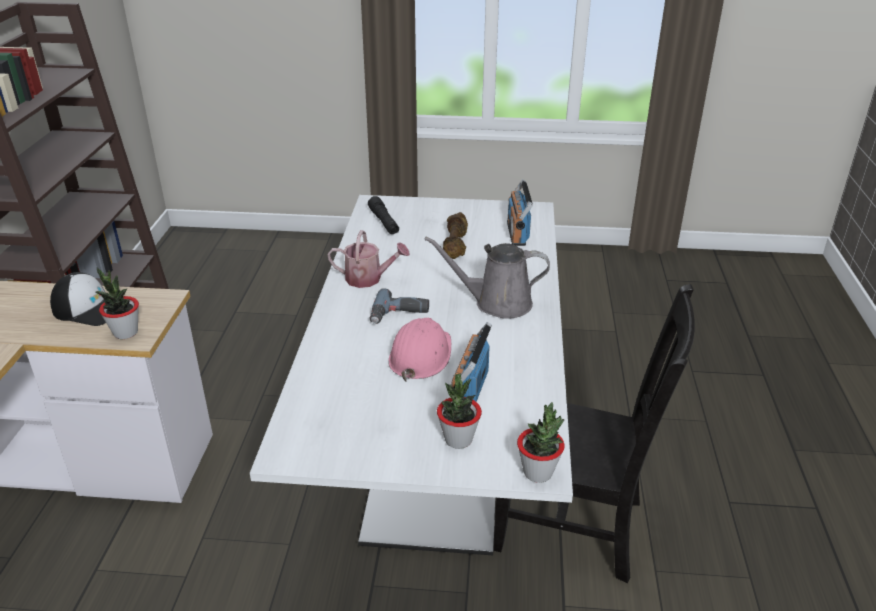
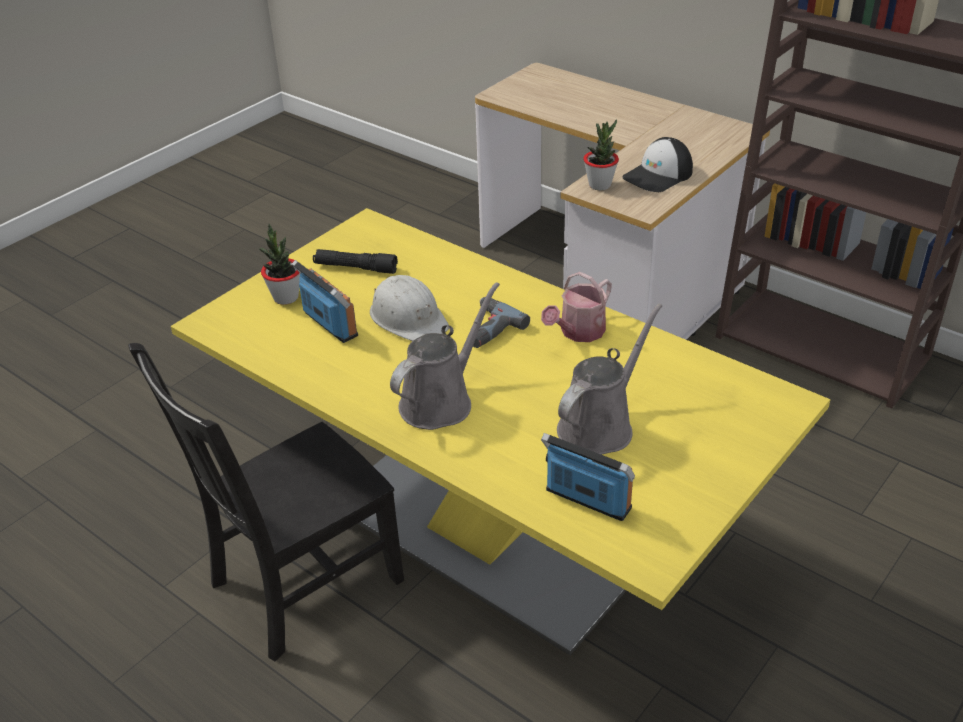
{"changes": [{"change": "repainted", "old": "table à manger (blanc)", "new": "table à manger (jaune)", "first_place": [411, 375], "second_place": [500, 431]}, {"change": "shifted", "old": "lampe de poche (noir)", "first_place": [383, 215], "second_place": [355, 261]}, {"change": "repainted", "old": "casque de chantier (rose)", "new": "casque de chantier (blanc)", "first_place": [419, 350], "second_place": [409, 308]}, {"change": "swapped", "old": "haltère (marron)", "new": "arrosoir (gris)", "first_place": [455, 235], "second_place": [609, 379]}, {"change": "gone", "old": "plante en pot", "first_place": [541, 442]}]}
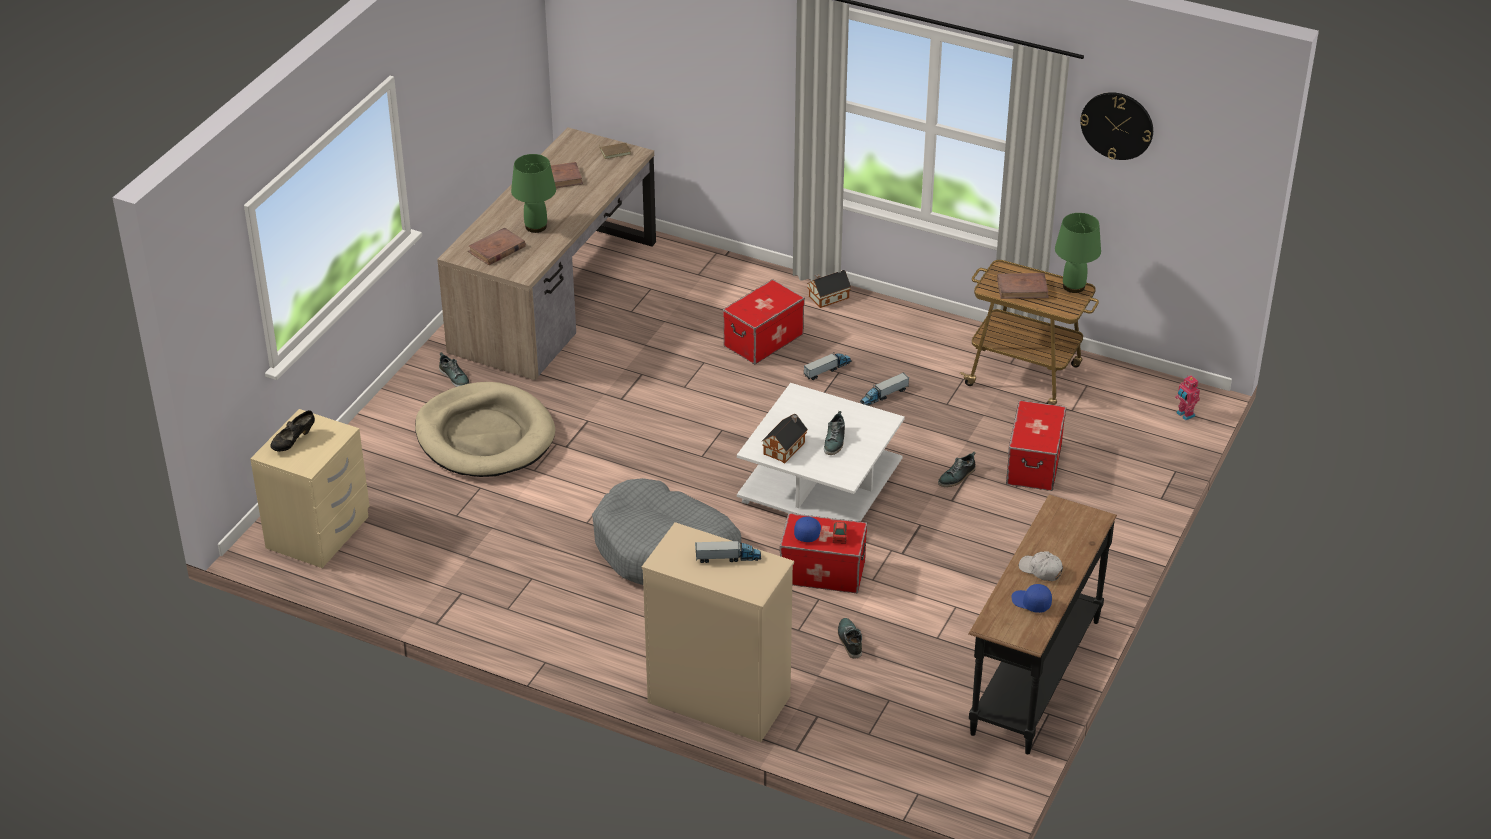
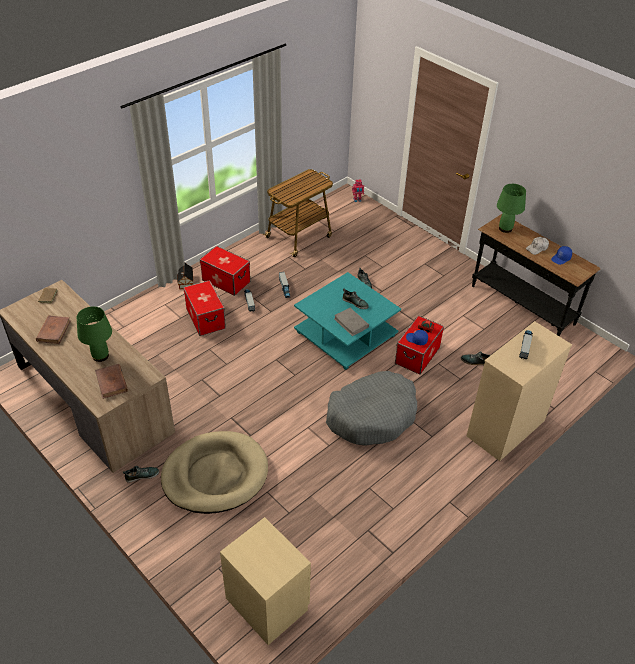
{"changes": [{"change": "gone", "old": "chaussure (noir)", "first_place": [292, 431]}, {"change": "repainted", "old": "table basse (blanc)", "new": "table basse (turquoise)", "first_place": [821, 452], "second_place": [347, 321]}, {"change": "swapped", "old": "maison miniature", "new": "livre (gris)", "first_place": [784, 438], "second_place": [351, 322]}, {"change": "gone", "old": "livre (marron)", "first_place": [1023, 286]}, {"change": "shifted", "old": "boîte de rangement", "first_place": [1036, 445], "second_place": [225, 271]}, {"change": "shifted", "old": "lampe de table (vert)", "first_place": [1078, 253], "second_place": [511, 208]}, {"change": "gone", "old": "horloge murale", "first_place": [1116, 126]}]}
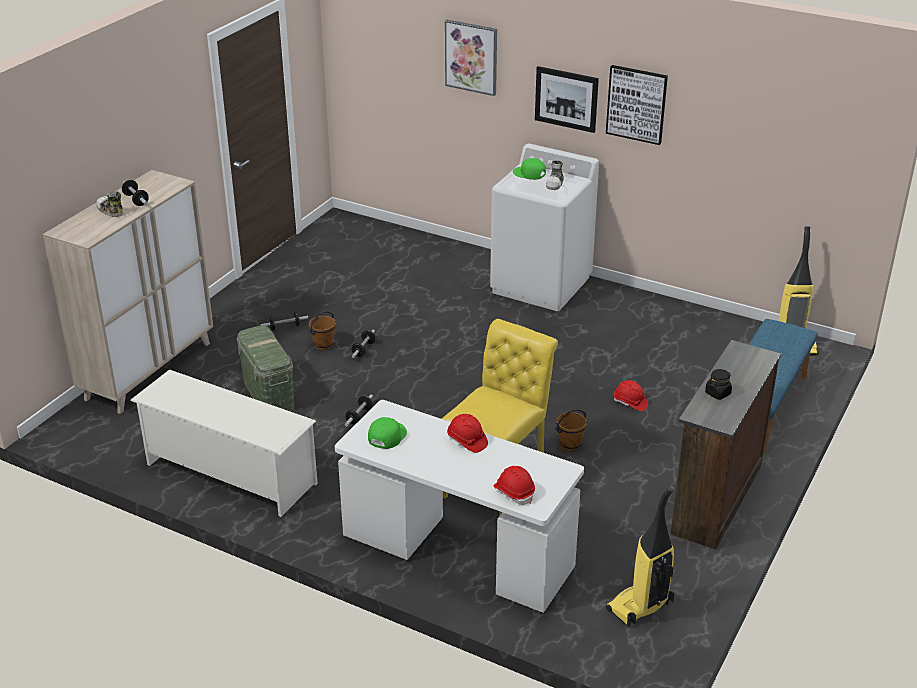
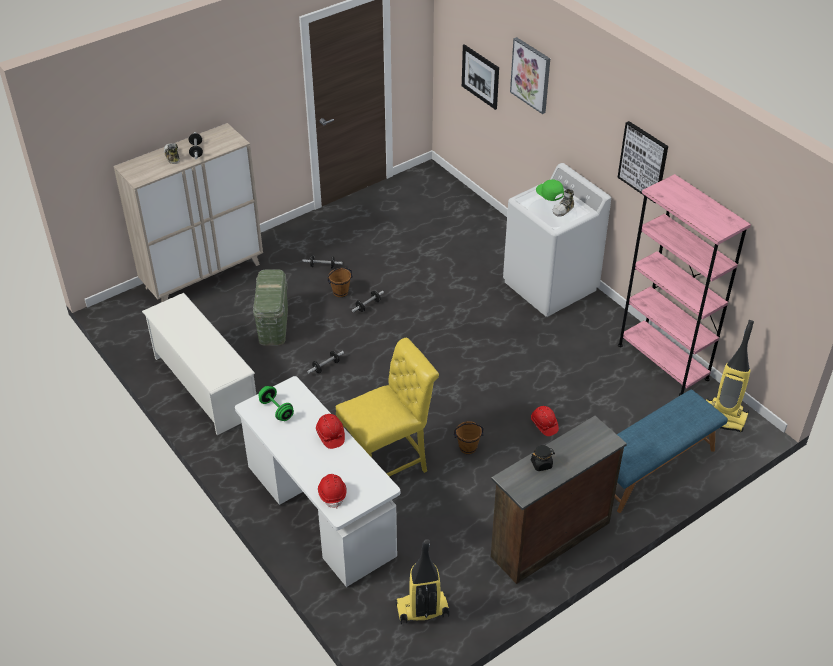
{"changes": [{"change": "swapped", "old": "casquette (vert)", "new": "haltère (vert)", "first_place": [387, 433], "second_place": [276, 403]}, {"change": "shifted", "old": "tableau", "first_place": [567, 99], "second_place": [480, 77]}, {"change": "new", "new": "bibliothèque (rose)", "second_place": [684, 285]}]}
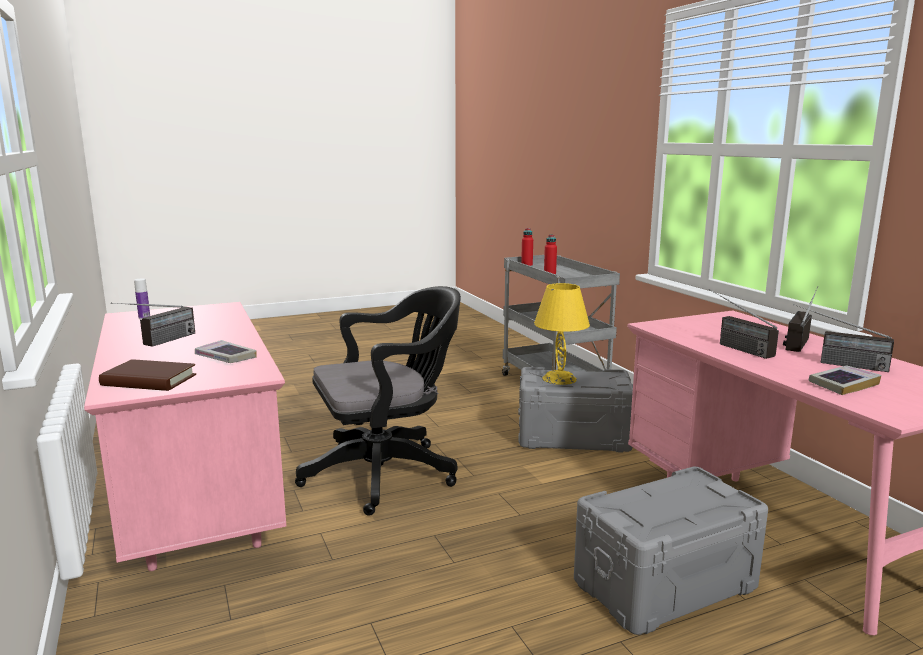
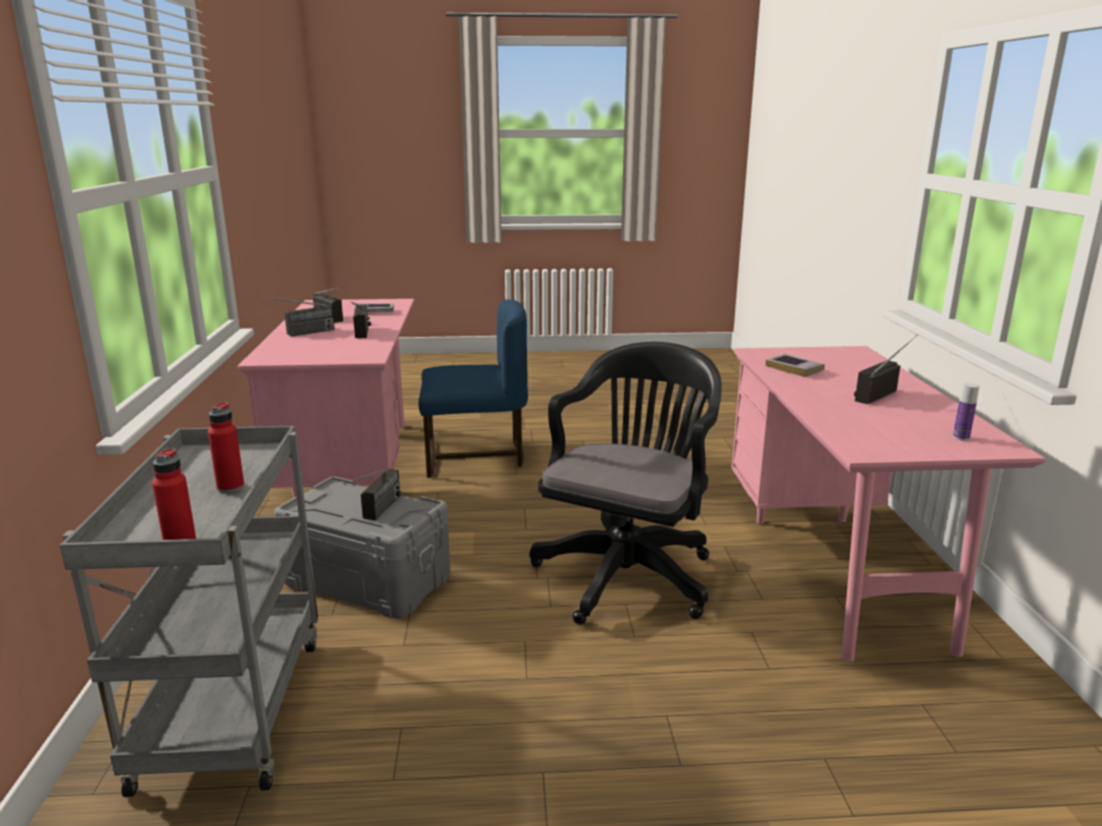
{"changes": [{"change": "gone", "old": "livre (marron)", "first_place": [147, 375]}, {"change": "rotated", "old": "chaise de bureau (noir)", "first_place": [378, 401], "second_place": [626, 483], "degrees": 120}, {"change": "swapped", "old": "lampe de table (jaune)", "new": "radio", "first_place": [562, 334], "second_place": [373, 494]}, {"change": "swapped", "old": "boîte de rangement (gris)", "new": "chaise (bleu)", "first_place": [671, 551], "second_place": [473, 388]}]}
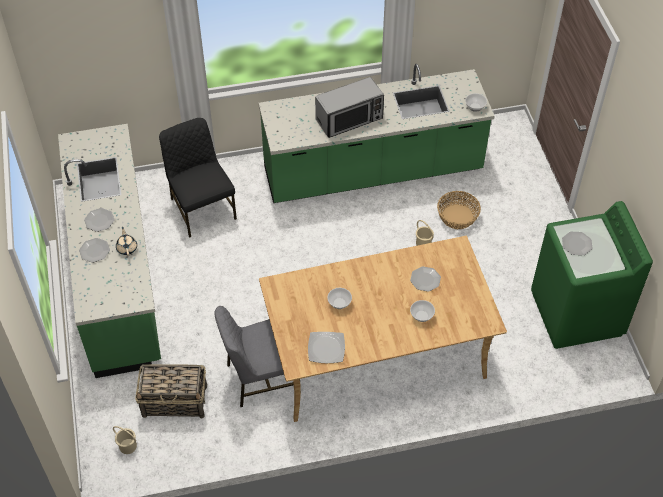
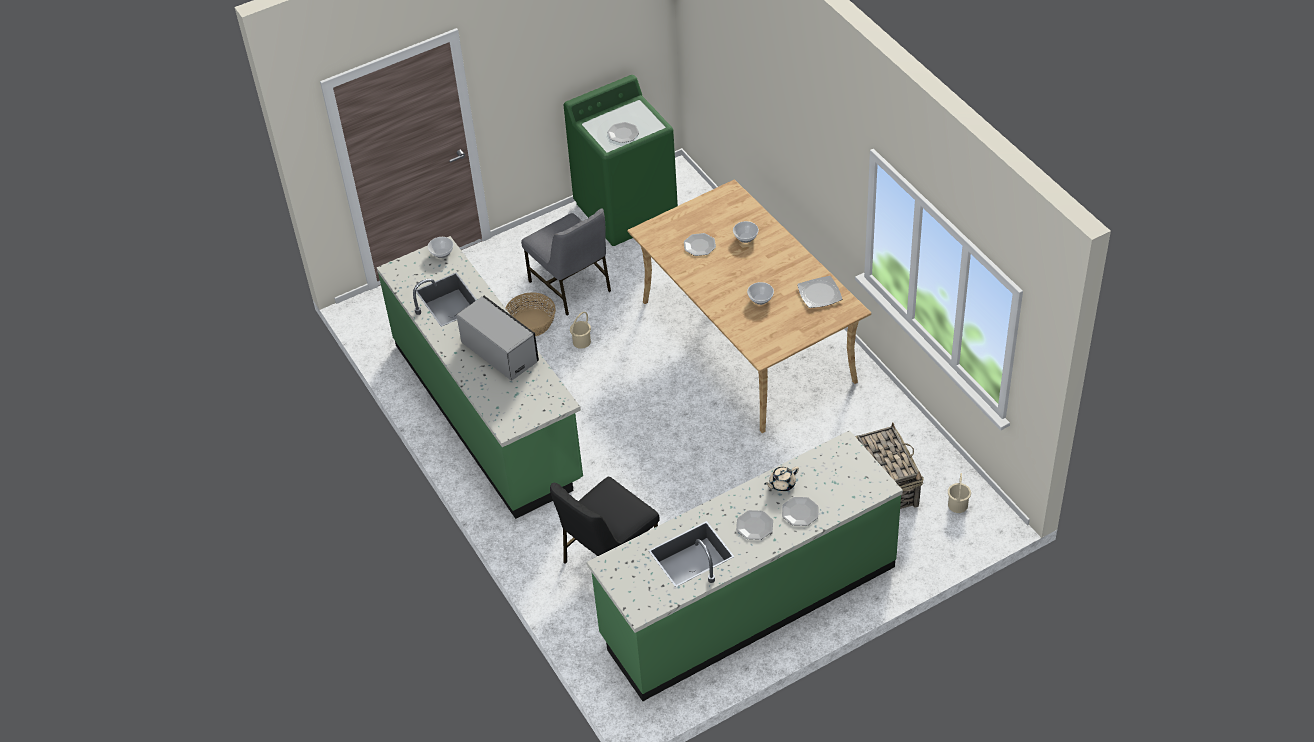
{"changes": [{"change": "shifted", "old": "chaise (gris)", "first_place": [257, 356], "second_place": [566, 261]}]}
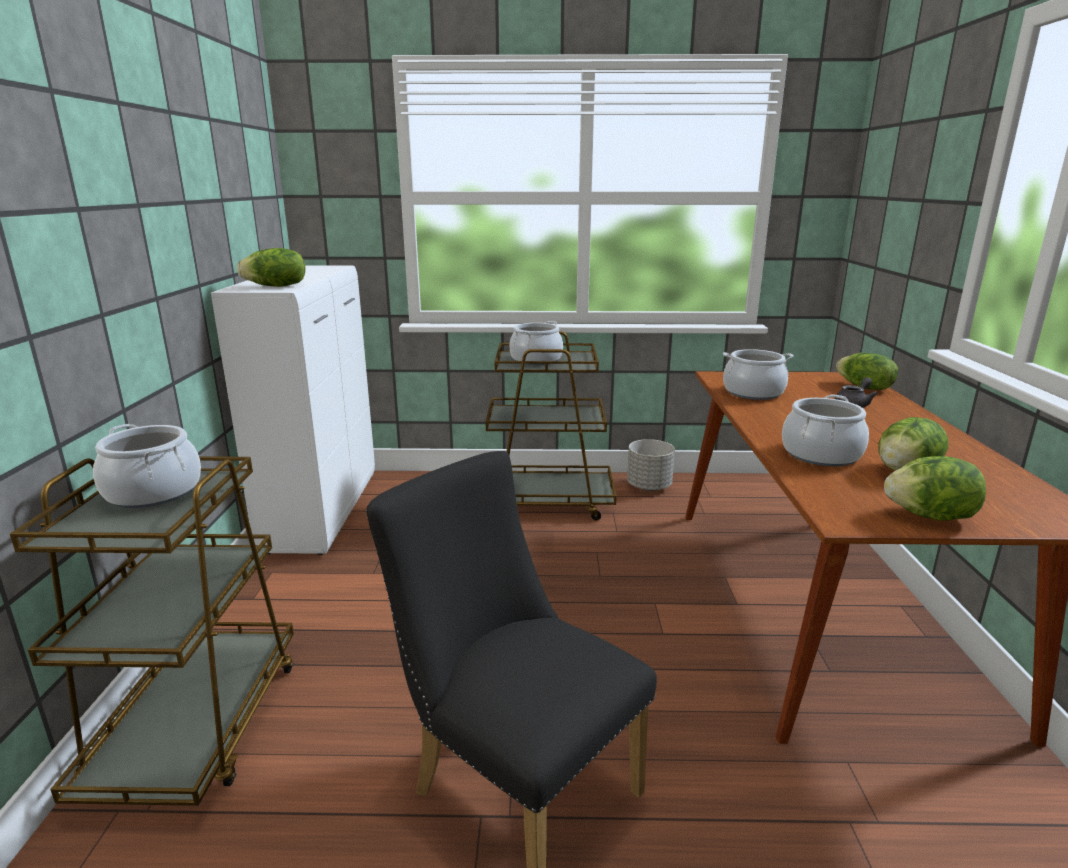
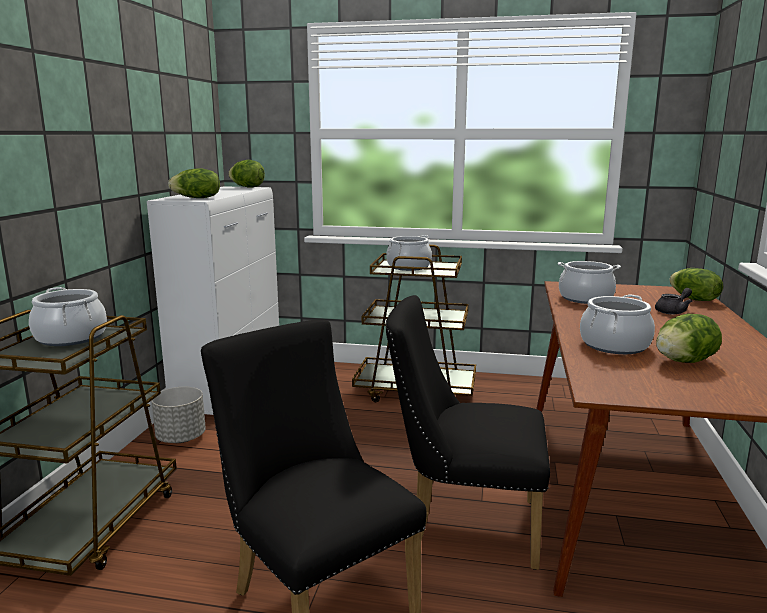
{"changes": [{"change": "shifted", "old": "cache-pot (gris)", "first_place": [651, 465], "second_place": [179, 415]}, {"change": "shifted", "old": "laitue", "first_place": [935, 488], "second_place": [246, 174]}, {"change": "new", "new": "chaise (noir)", "second_place": [467, 432]}]}
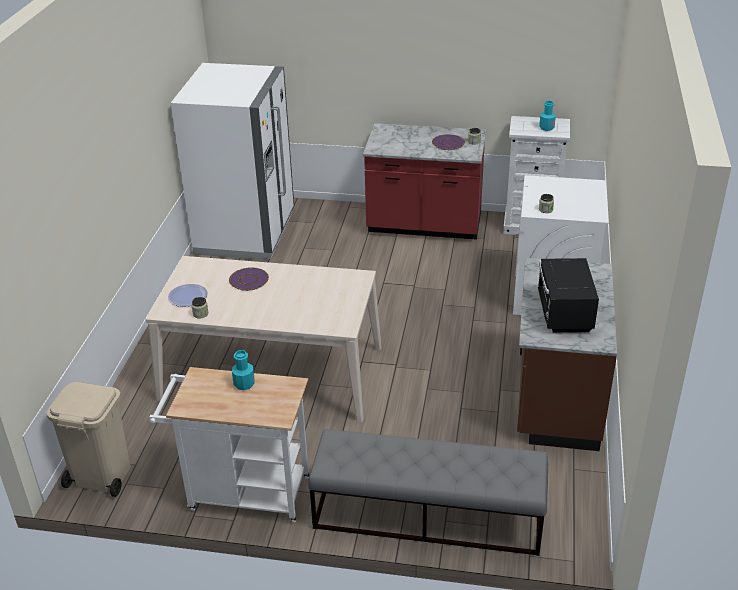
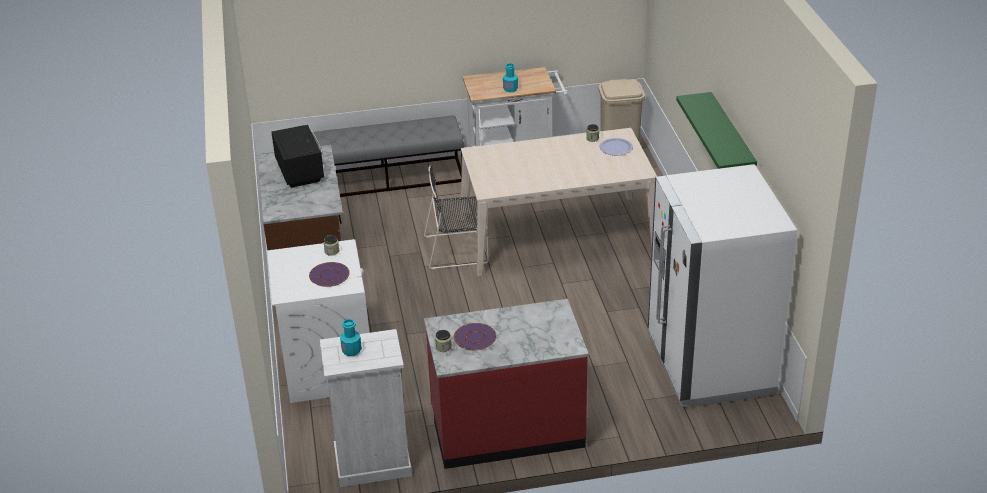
{"changes": [{"change": "shifted", "old": "assiette (violet)", "first_place": [249, 279], "second_place": [329, 274]}, {"change": "new", "new": "chaise (noir)", "second_place": [456, 217]}, {"change": "new", "new": "étagère (vert)", "second_place": [716, 130]}]}
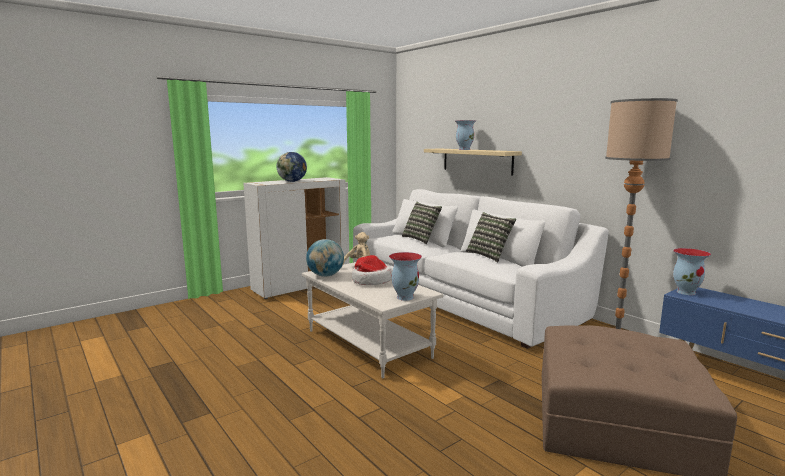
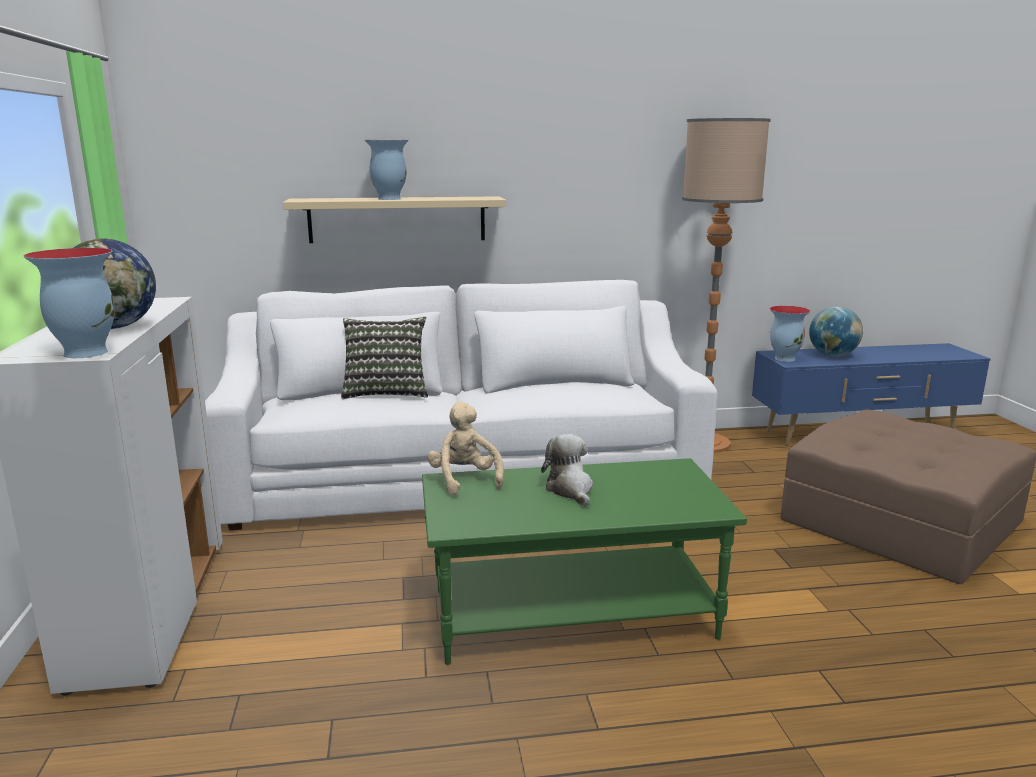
{"changes": [{"change": "repainted", "old": "table basse (blanc)", "new": "table basse (vert)", "first_place": [372, 320], "second_place": [584, 561]}, {"change": "shifted", "old": "globe", "first_place": [325, 258], "second_place": [836, 331]}, {"change": "swapped", "old": "chapeau", "new": "peluche", "first_place": [372, 270], "second_place": [567, 470]}, {"change": "shifted", "old": "vase", "first_place": [405, 276], "second_place": [69, 303]}, {"change": "gone", "old": "coussin", "first_place": [491, 237]}]}
